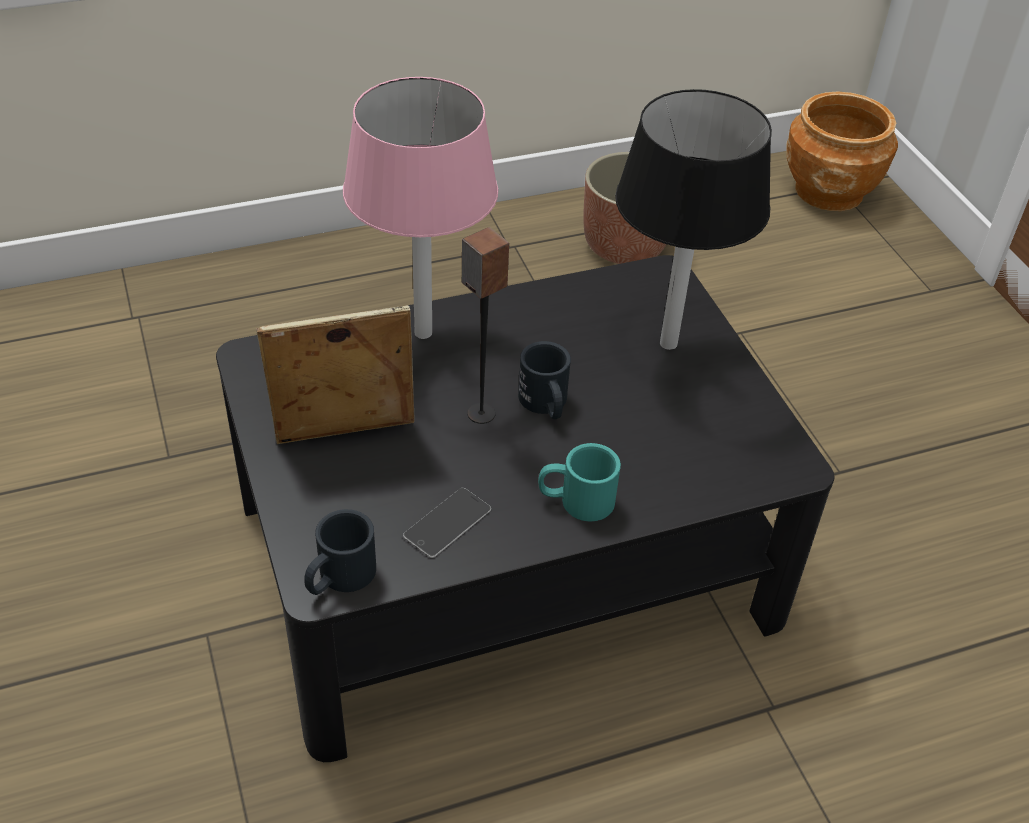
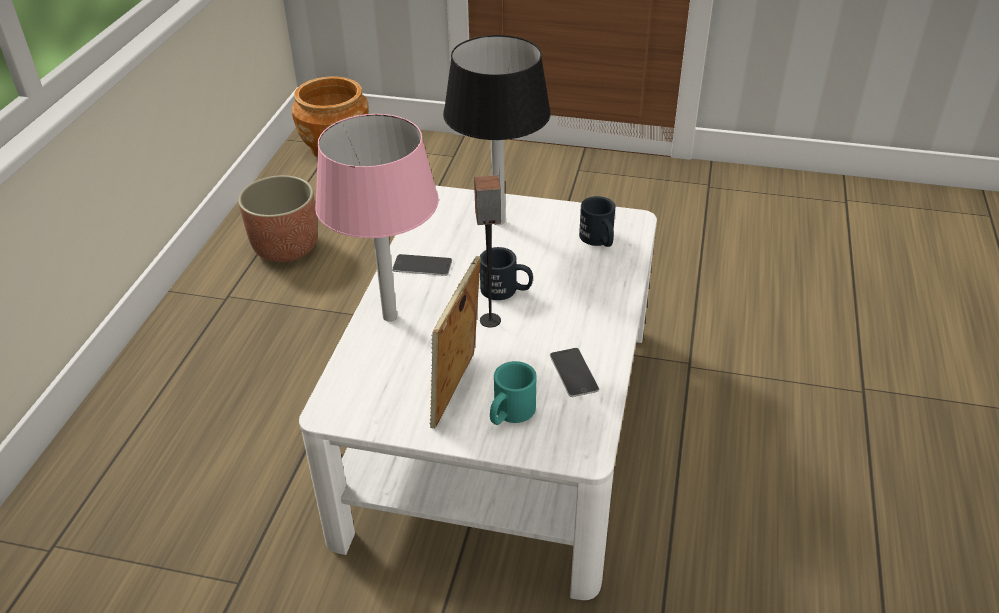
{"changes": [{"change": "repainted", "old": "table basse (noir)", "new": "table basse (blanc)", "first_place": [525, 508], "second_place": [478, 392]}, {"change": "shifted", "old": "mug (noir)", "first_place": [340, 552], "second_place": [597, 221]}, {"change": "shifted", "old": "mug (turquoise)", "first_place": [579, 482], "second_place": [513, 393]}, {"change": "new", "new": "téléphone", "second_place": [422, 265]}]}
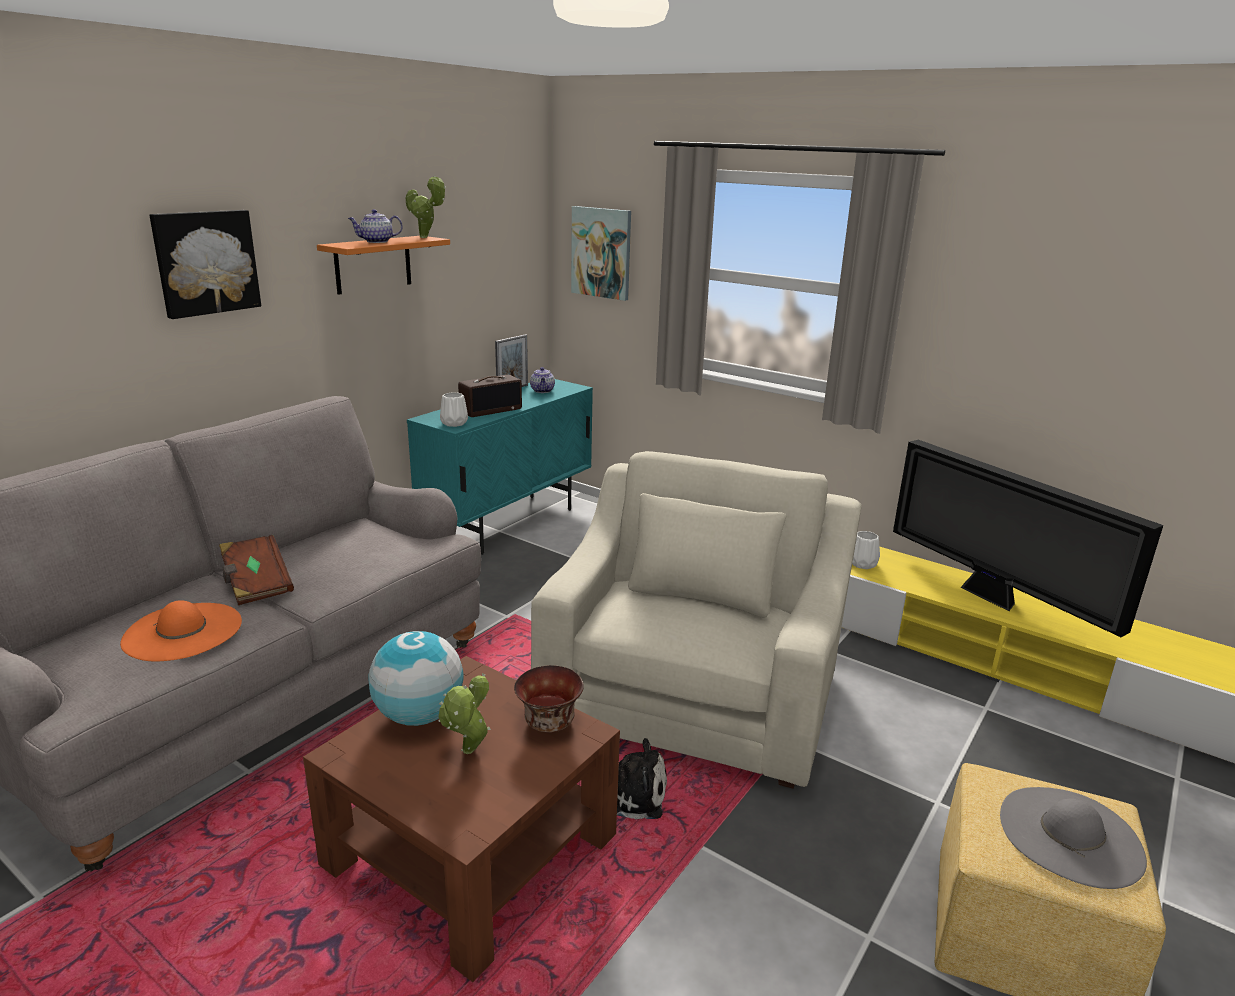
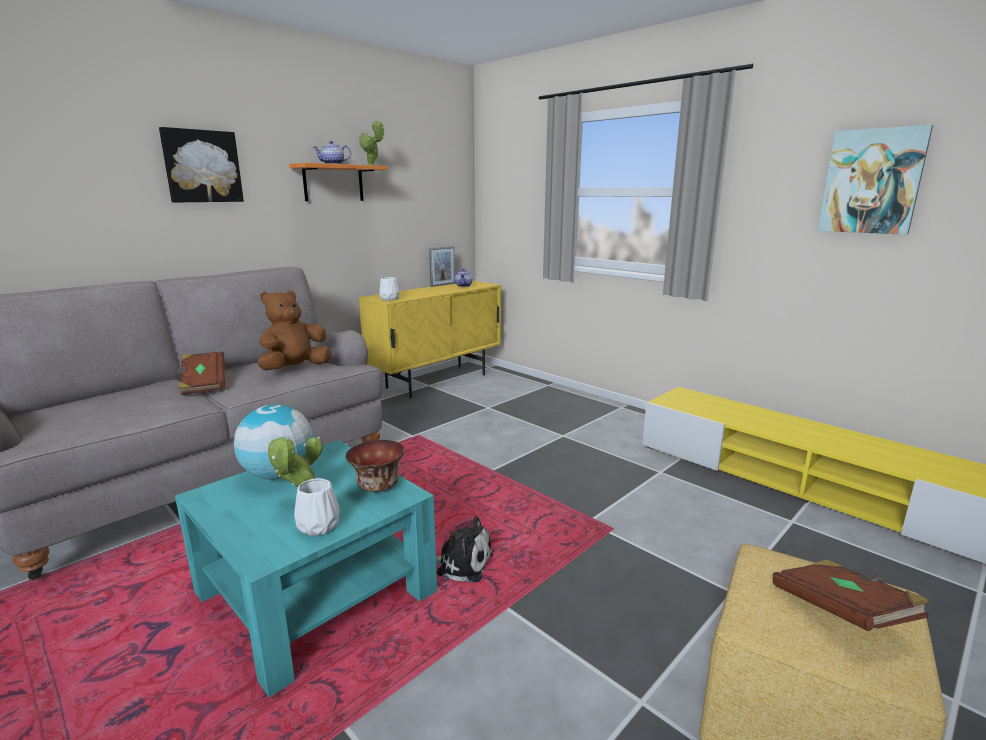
{"changes": [{"change": "gone", "old": "chapeau (orange)", "first_place": [181, 630]}, {"change": "repainted", "old": "table basse (marron)", "new": "table basse (turquoise)", "first_place": [461, 819], "second_place": [306, 568]}, {"change": "repainted", "old": "meuble de rangement (turquoise)", "new": "meuble de rangement (jaune)", "first_place": [500, 467], "second_place": [429, 340]}, {"change": "gone", "old": "radio", "first_place": [490, 396]}, {"change": "gone", "old": "fauteuil (beige)", "first_place": [696, 620]}, {"change": "shifted", "old": "tableau", "first_place": [601, 253], "second_place": [875, 180]}, {"change": "shifted", "old": "vase (blanc)", "first_place": [866, 550], "second_place": [316, 507]}, {"change": "gone", "old": "téléviseur", "first_place": [1028, 538]}, {"change": "swapped", "old": "chapeau (gris)", "new": "livre (marron)", "first_place": [1073, 838], "second_place": [851, 595]}, {"change": "new", "new": "peluche (marron)", "second_place": [294, 330]}]}
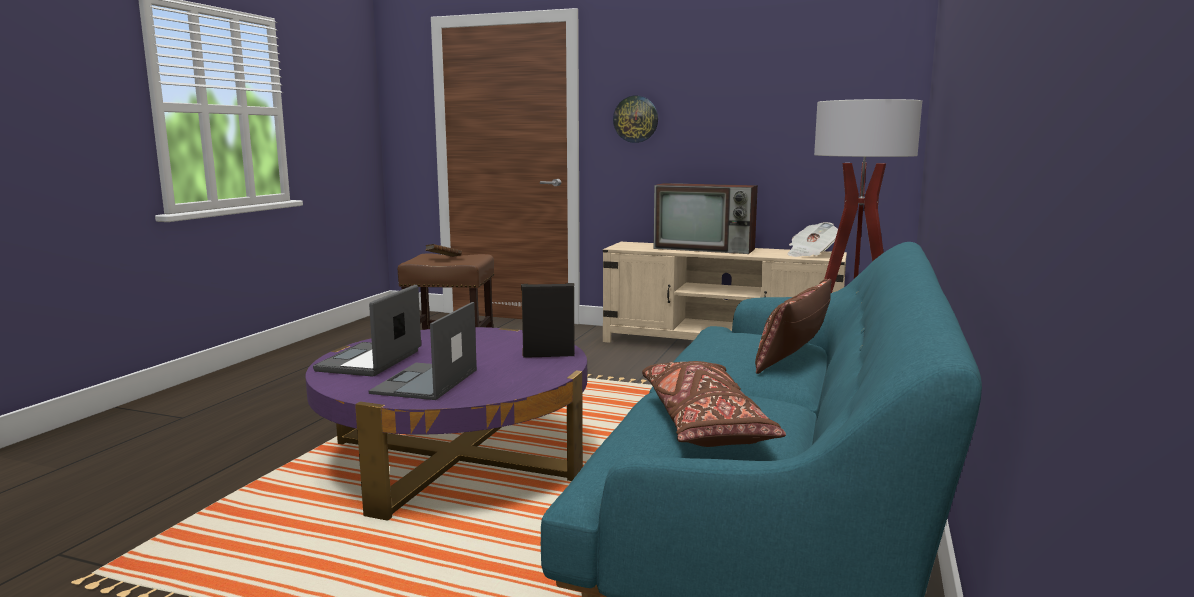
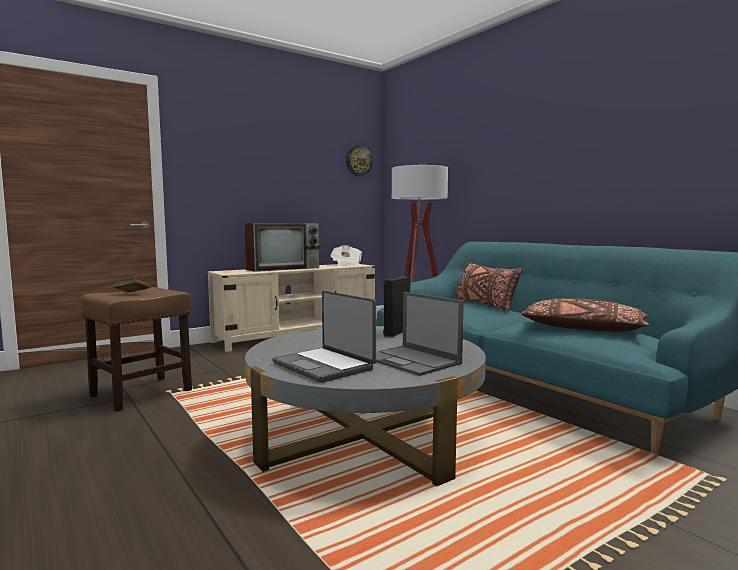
{"changes": [{"change": "repainted", "old": "table basse (violet)", "new": "table basse (gris)", "first_place": [446, 424], "second_place": [365, 406]}, {"change": "shifted", "old": "horloge murale", "first_place": [635, 119], "second_place": [359, 160]}]}
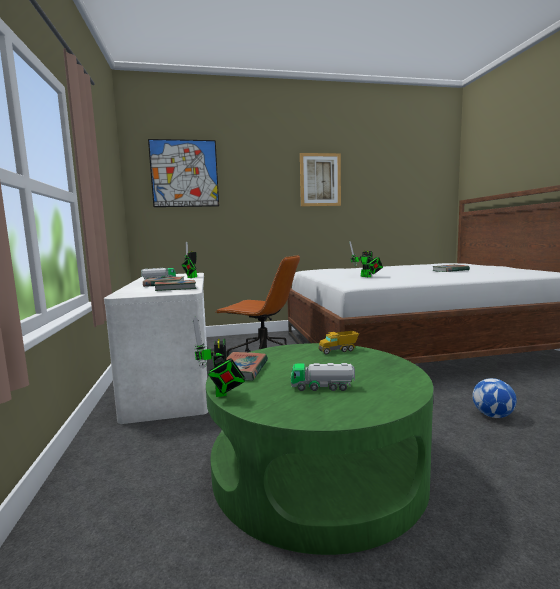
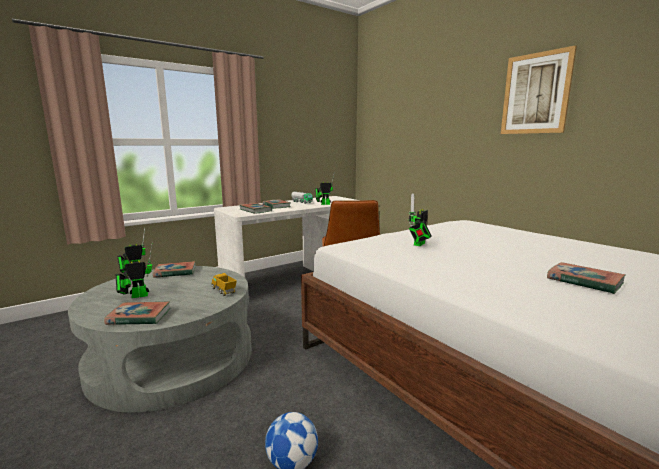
{"changes": [{"change": "gone", "old": "tableau", "first_place": [183, 173]}, {"change": "repainted", "old": "table basse (vert)", "new": "table basse (gris)", "first_place": [319, 449], "second_place": [160, 339]}, {"change": "swapped", "old": "camion jouet", "new": "robot jouet", "first_place": [323, 377], "second_place": [134, 269]}, {"change": "new", "new": "livre", "second_place": [137, 313]}]}
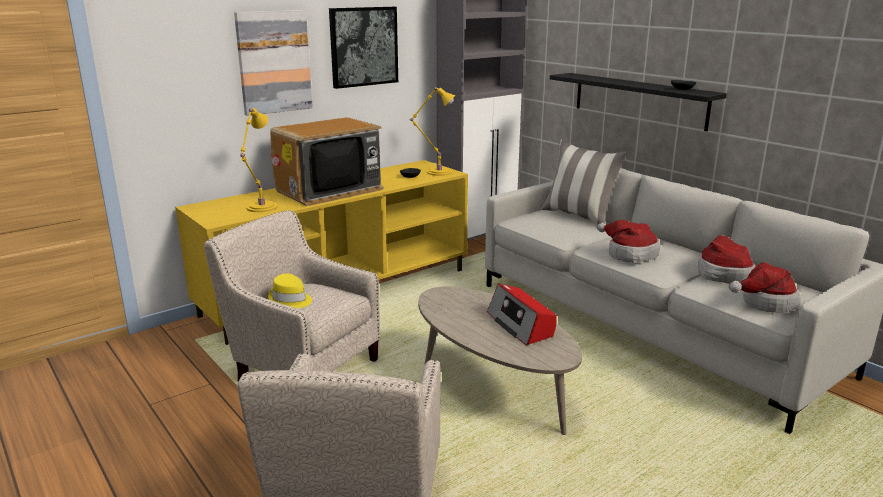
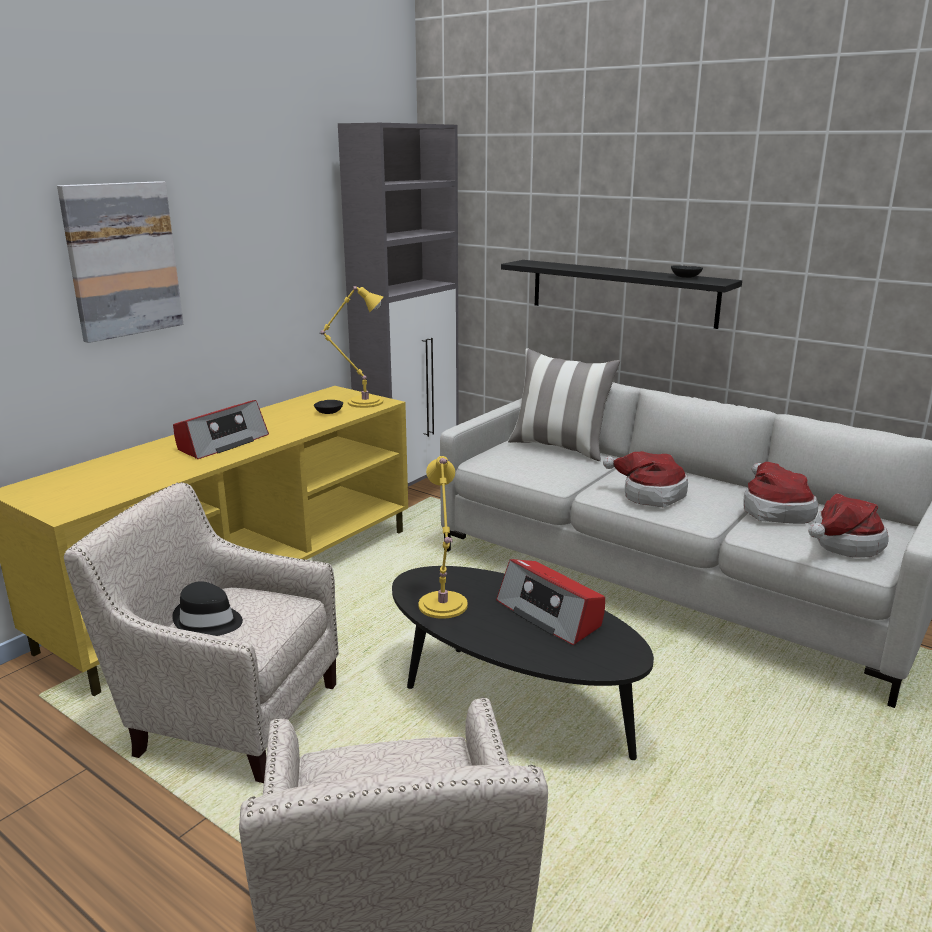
{"changes": [{"change": "shifted", "old": "lampe de table (jaune)", "first_place": [259, 160], "second_place": [443, 537]}, {"change": "repainted", "old": "chapeau (jaune)", "new": "chapeau (noir)", "first_place": [290, 290], "second_place": [207, 608]}, {"change": "swapped", "old": "téléviseur", "new": "radio", "first_place": [327, 161], "second_place": [221, 429]}, {"change": "gone", "old": "tableau", "first_place": [363, 48]}, {"change": "repainted", "old": "table basse (beige)", "new": "table basse (noir)", "first_place": [500, 360], "second_place": [523, 663]}]}
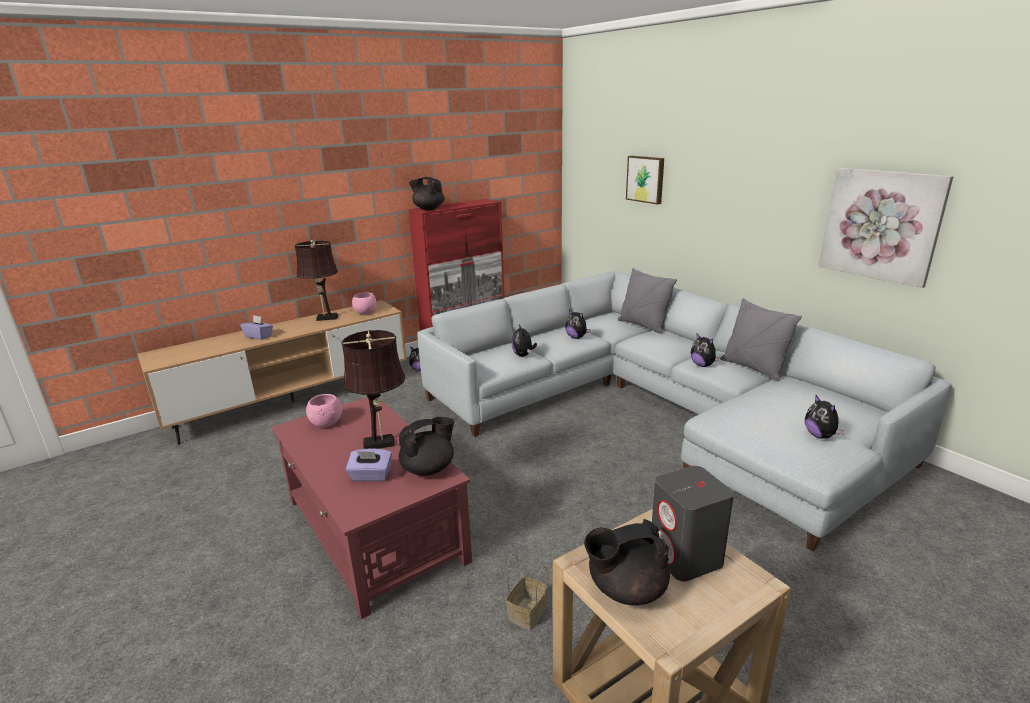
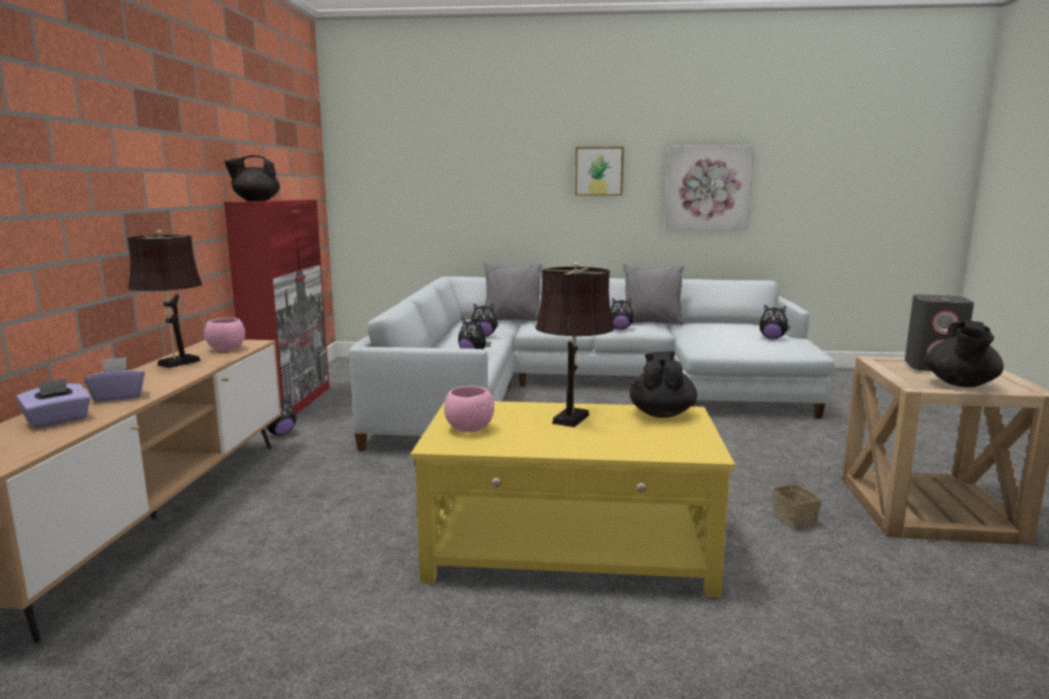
{"changes": [{"change": "repainted", "old": "table basse (rouge)", "new": "table basse (jaune)", "first_place": [372, 508], "second_place": [573, 499]}, {"change": "shifted", "old": "boîte à mouchoirs (violet)", "first_place": [369, 465], "second_place": [53, 403]}, {"change": "shifted", "old": "tableau", "first_place": [645, 180], "second_place": [599, 171]}]}
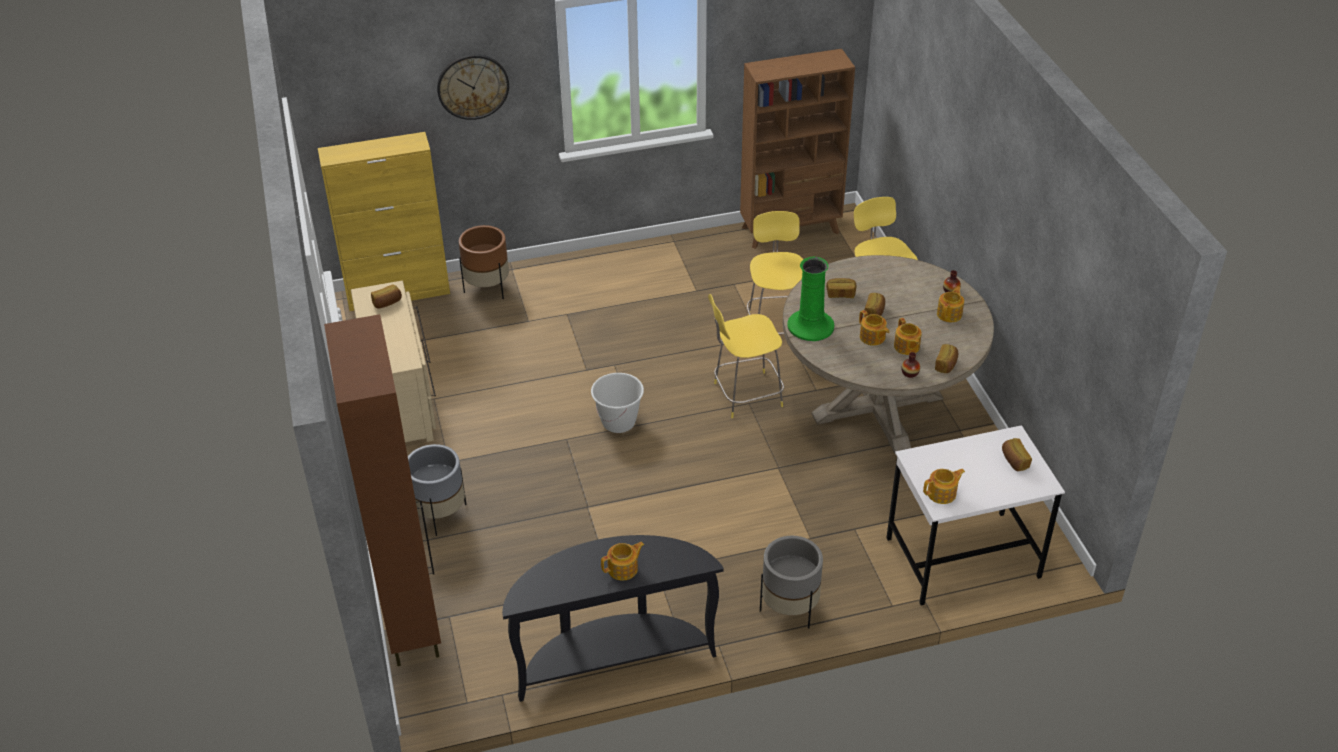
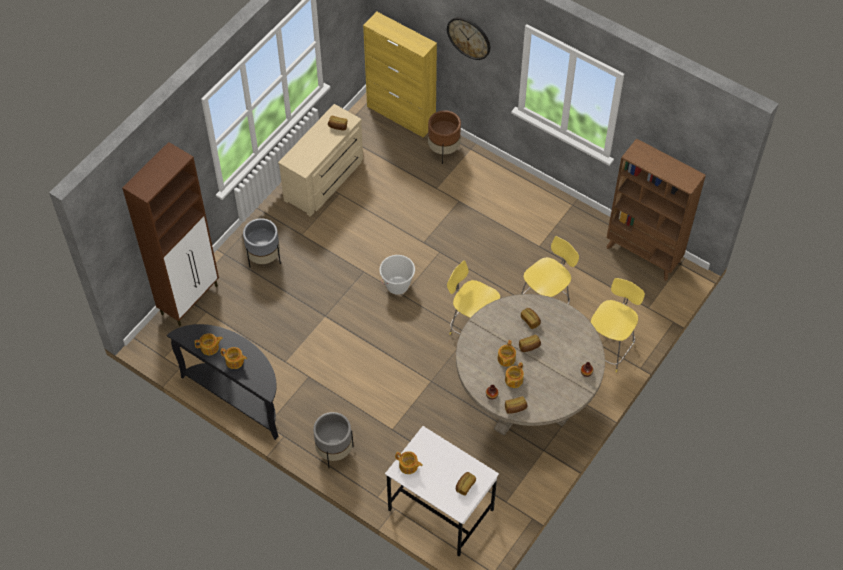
{"changes": [{"change": "gone", "old": "vase (vert)", "first_place": [810, 299]}, {"change": "shifted", "old": "théière", "first_place": [950, 304], "second_place": [209, 344]}]}
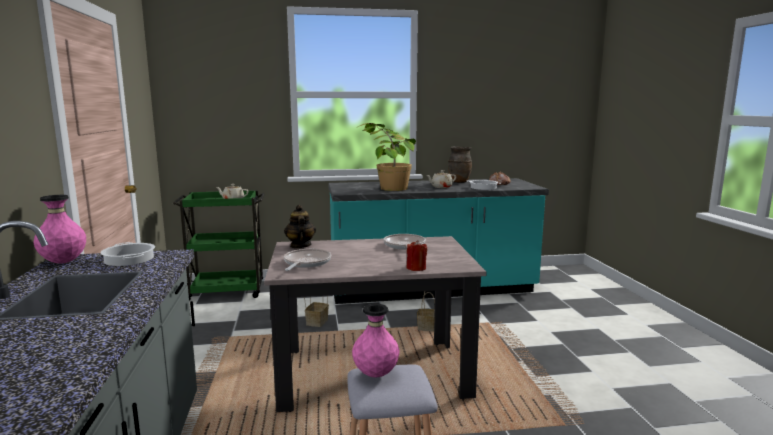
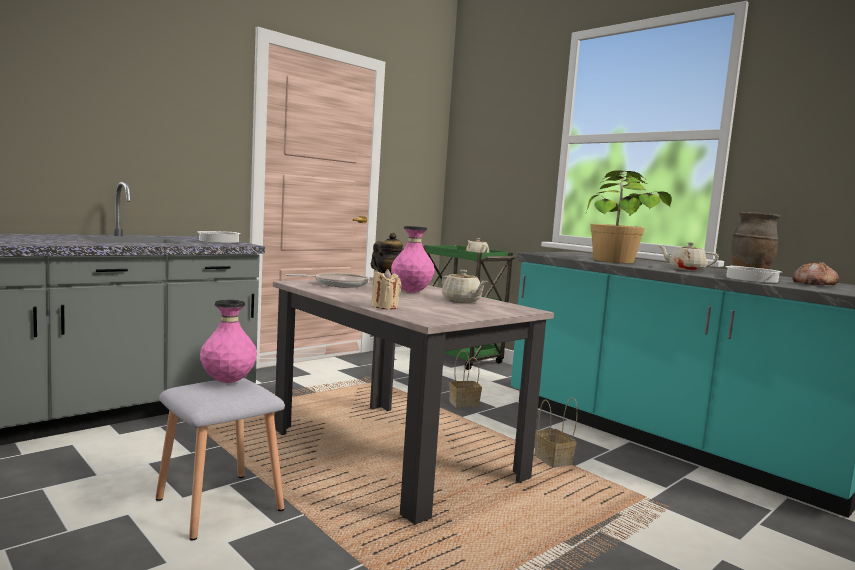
{"changes": [{"change": "shifted", "old": "vase (rose)", "first_place": [59, 229], "second_place": [413, 259]}, {"change": "swapped", "old": "poêle", "new": "théière (beige)", "first_place": [405, 242], "second_place": [465, 286]}, {"change": "repainted", "old": "bougie (rouge)", "new": "bougie (beige)", "first_place": [417, 255], "second_place": [386, 289]}]}
